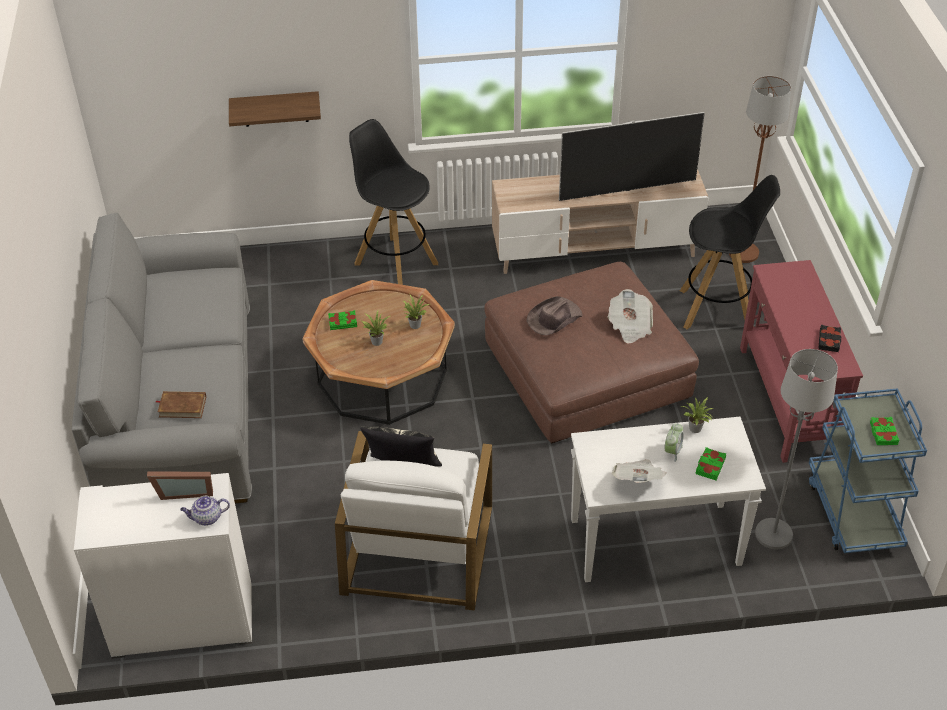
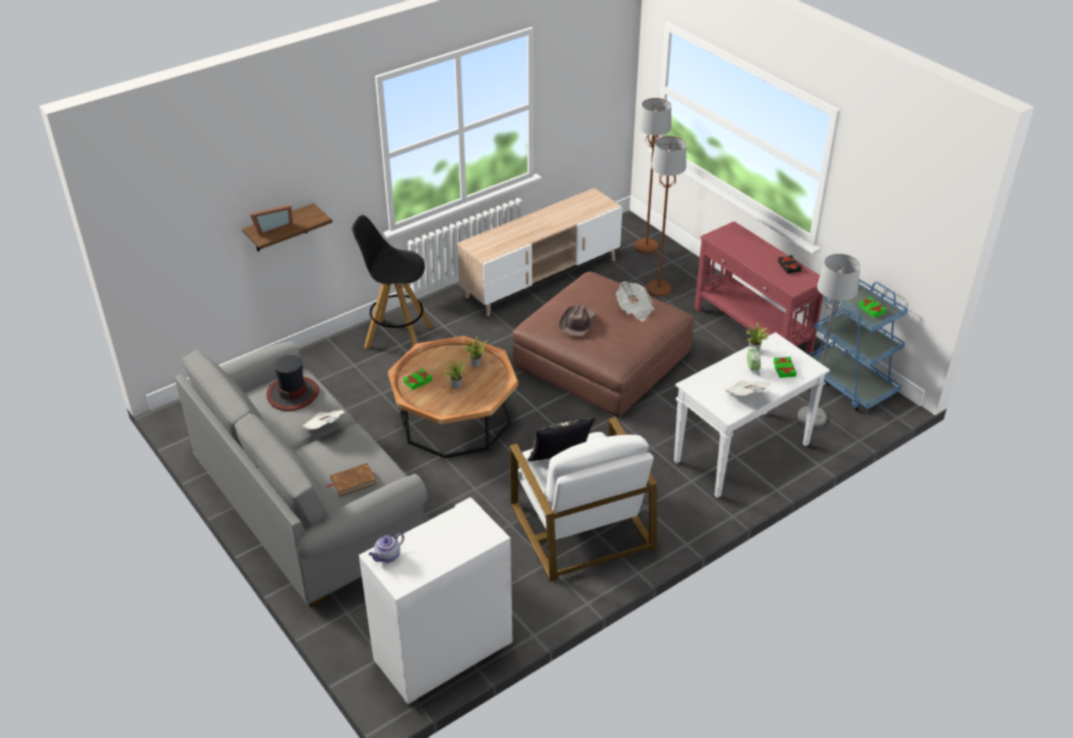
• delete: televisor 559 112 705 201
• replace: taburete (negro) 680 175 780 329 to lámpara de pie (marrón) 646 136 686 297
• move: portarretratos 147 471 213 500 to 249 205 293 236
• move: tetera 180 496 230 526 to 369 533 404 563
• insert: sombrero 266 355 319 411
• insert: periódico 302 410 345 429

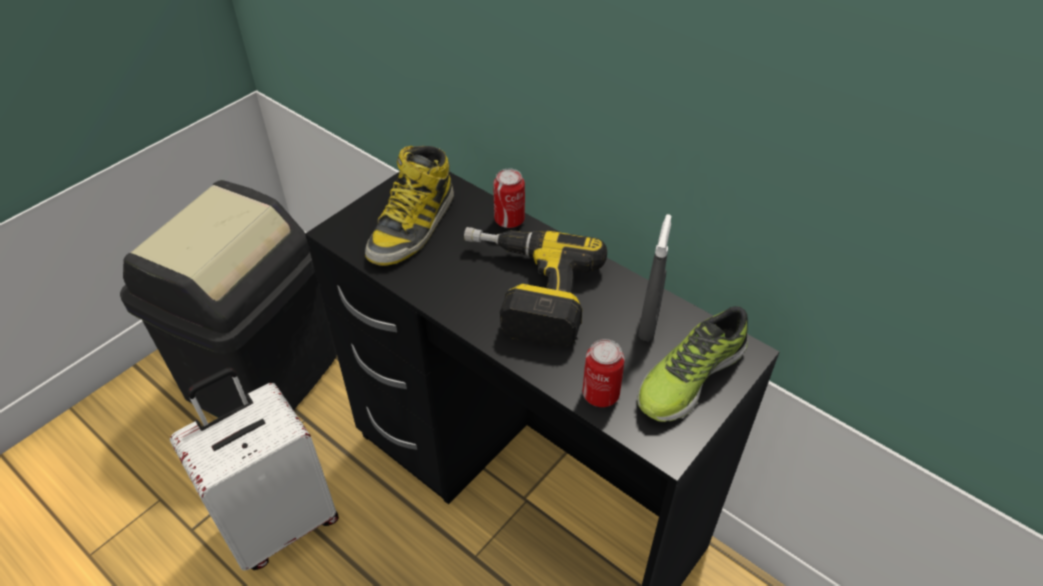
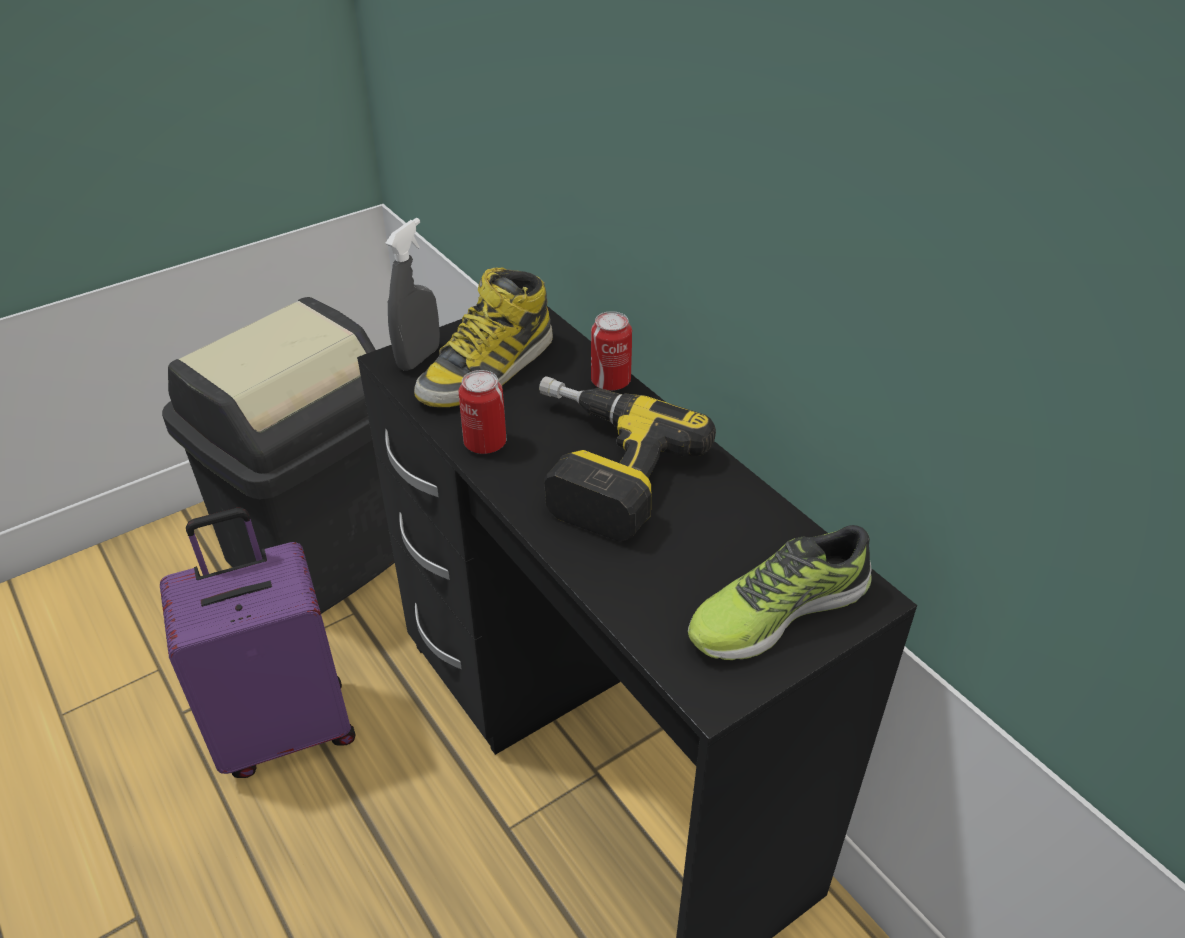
• move: pulverizador (gris) 638 214 671 341 to 385 218 440 371
• move: lata 582 339 625 407 to 459 370 506 454
• recolor: maleta (blanco) 170 367 339 570 to maleta (morado) 160 508 356 778

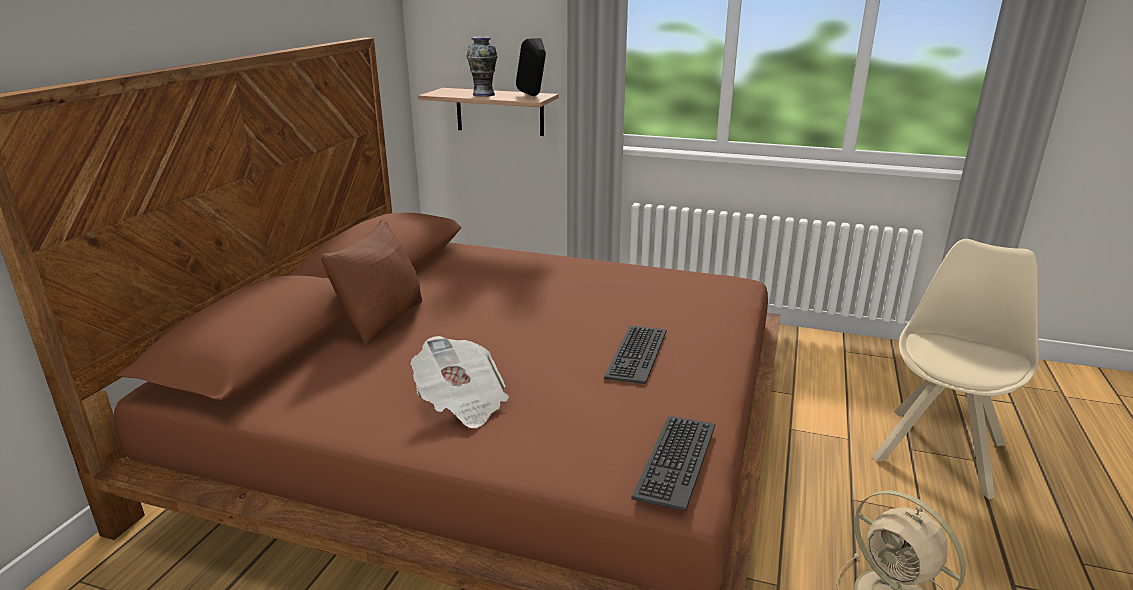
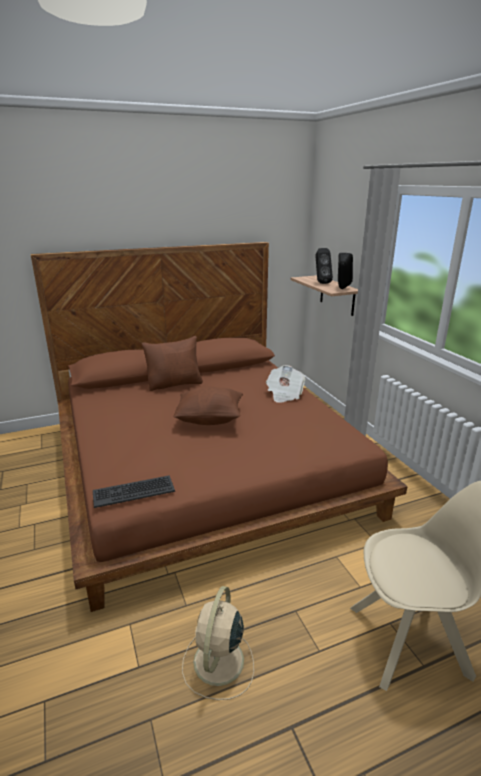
• replace: florero 467 36 498 97 to altavoz (negro) 315 248 333 284
• delete: teclado 604 326 667 384
• move: periódico 411 336 509 428 to 266 365 306 403
• insert: cojín (marrón) 173 387 243 425

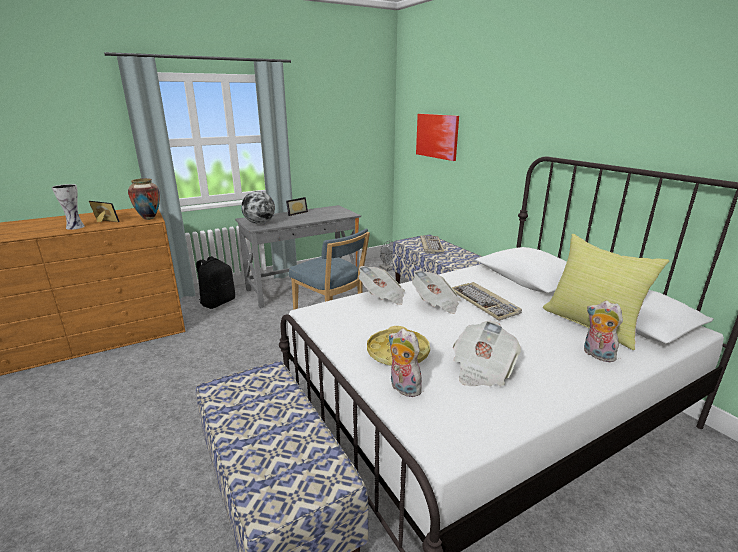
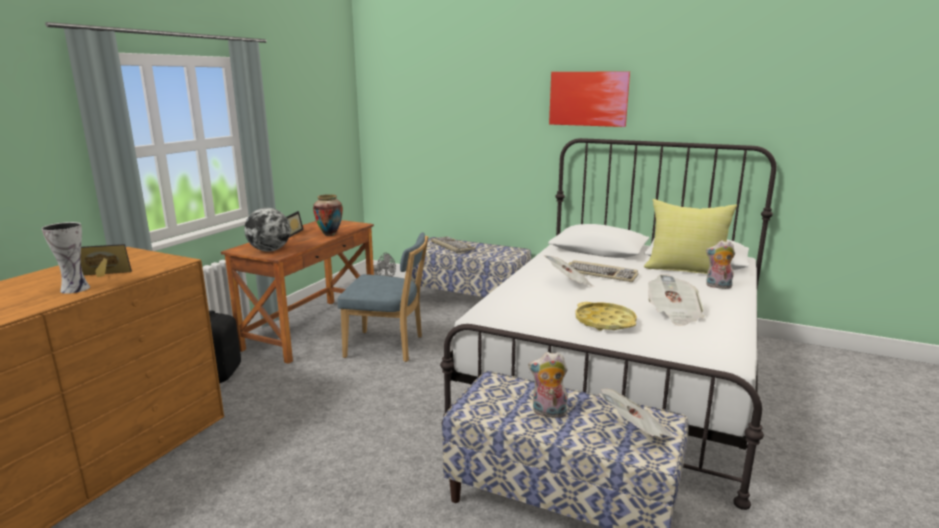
• move: cuadro 416 114 459 161 to 549 71 630 127
• move: florero 128 178 160 220 to 313 194 343 236
• recolor: escritorio (gris) 235 205 361 308 to escritorio (marrón) 221 220 374 364
• move: periódico 359 266 405 305 to 599 389 676 439
• move: peluche 389 328 422 397 to 528 352 568 418

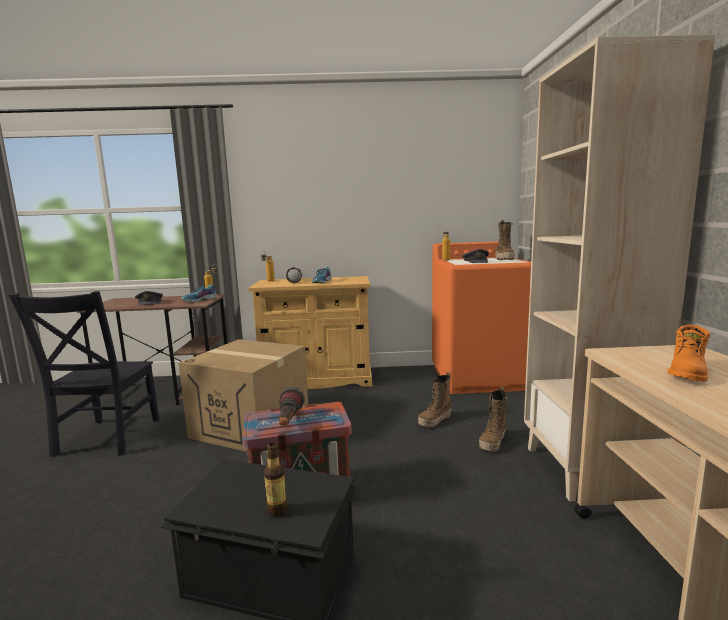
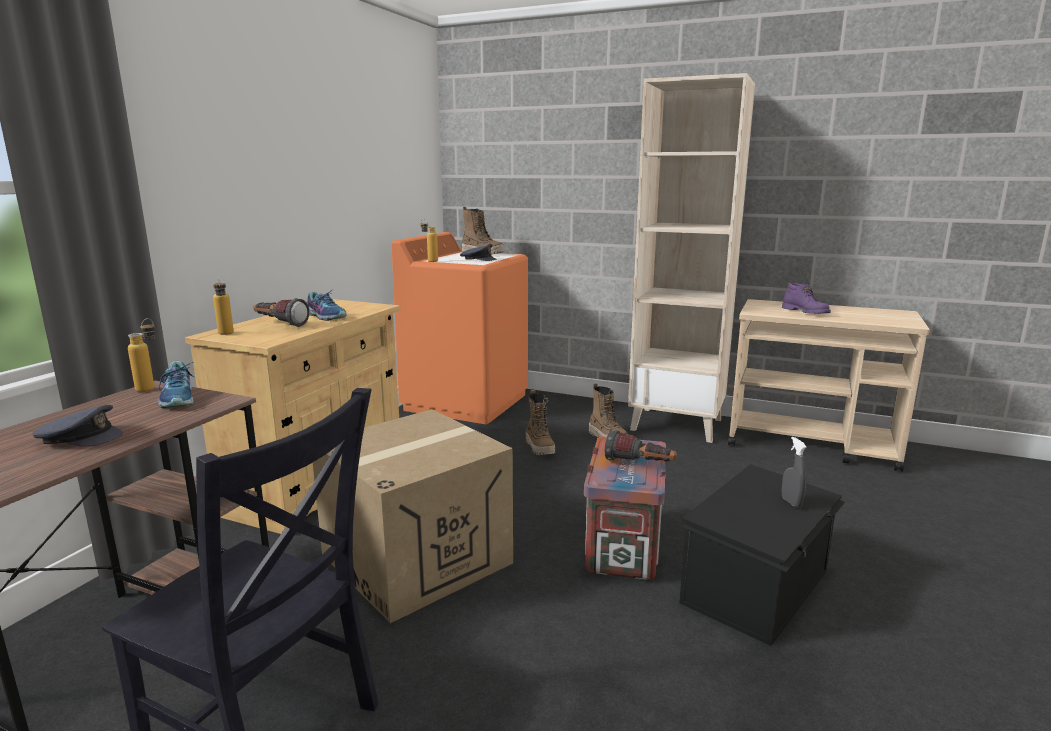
• recolor: bota (naranja) 668 325 710 382 to bota (morado) 782 283 831 314
• replace: botella 264 442 287 516 to pulverizador (gris) 782 437 807 508

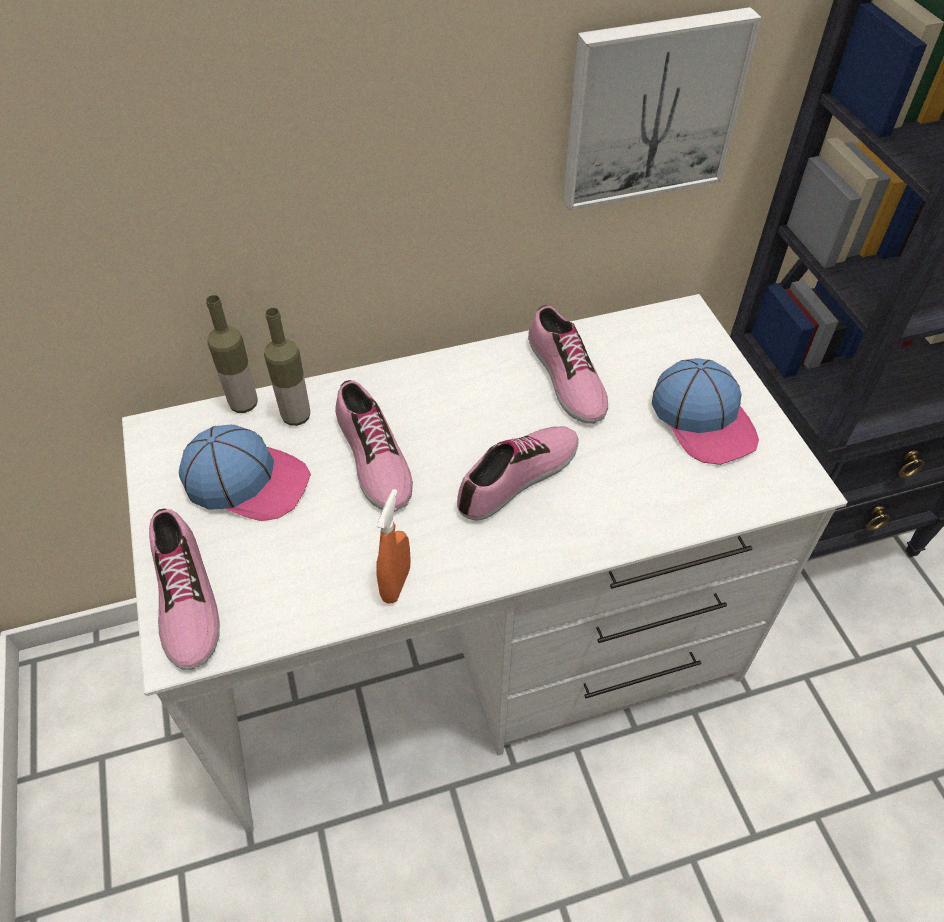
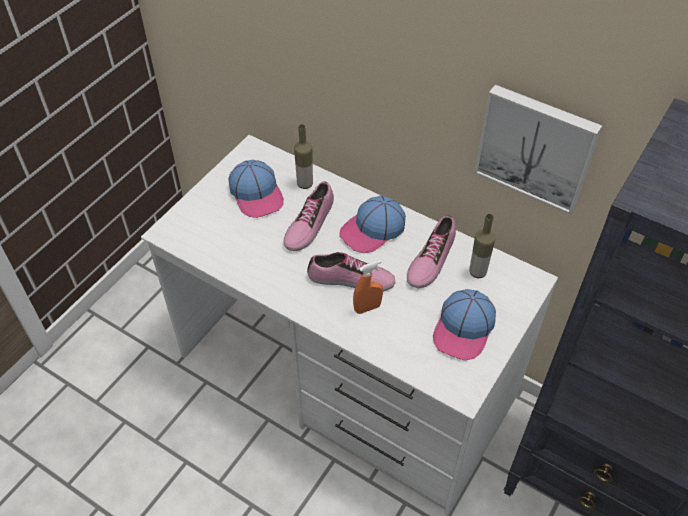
• move: botella 206 295 258 413 to 469 214 496 278
• move: pulverizador (naranja) 376 489 411 604 to 353 260 383 314
• delete: zapato 149 509 220 670
• insert: gorra 339 196 406 253

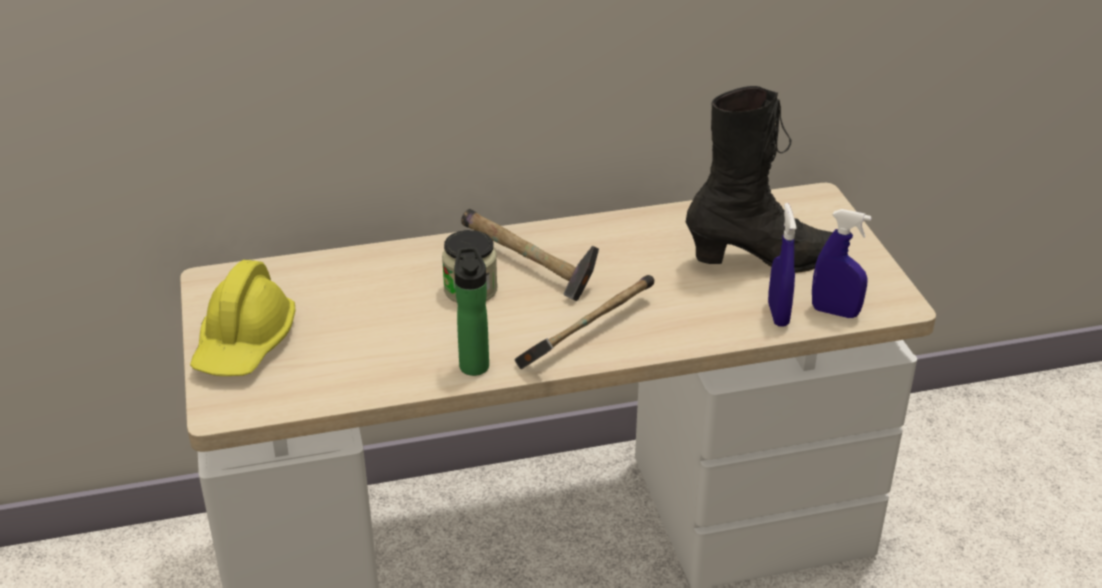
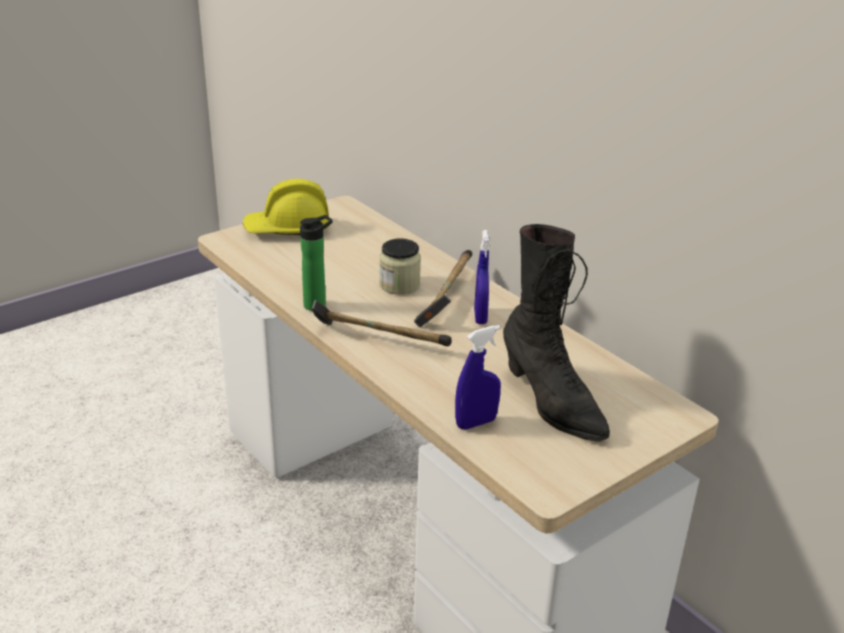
• move: pulverizador (azul) 812 209 872 318 to 474 230 489 324

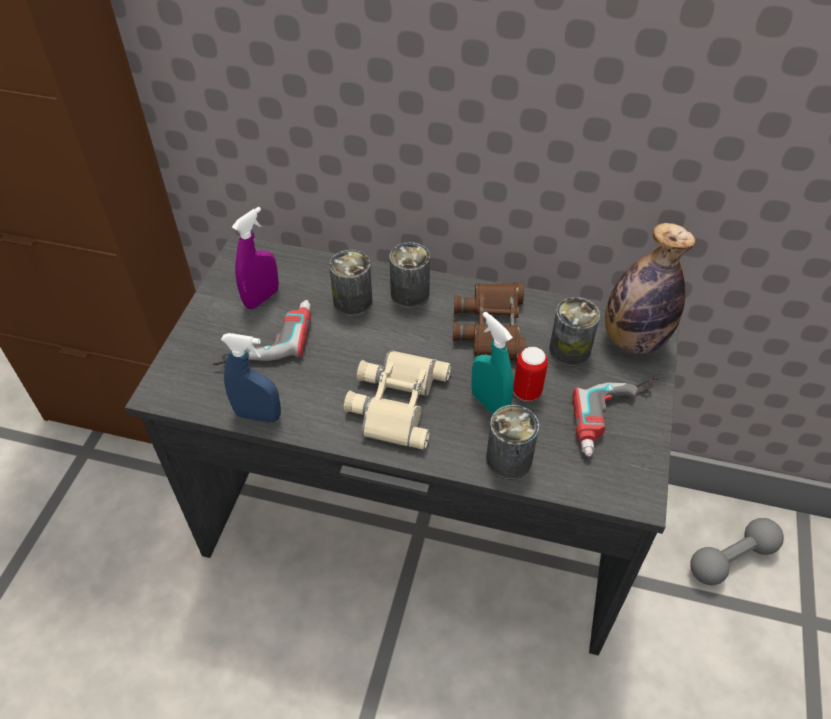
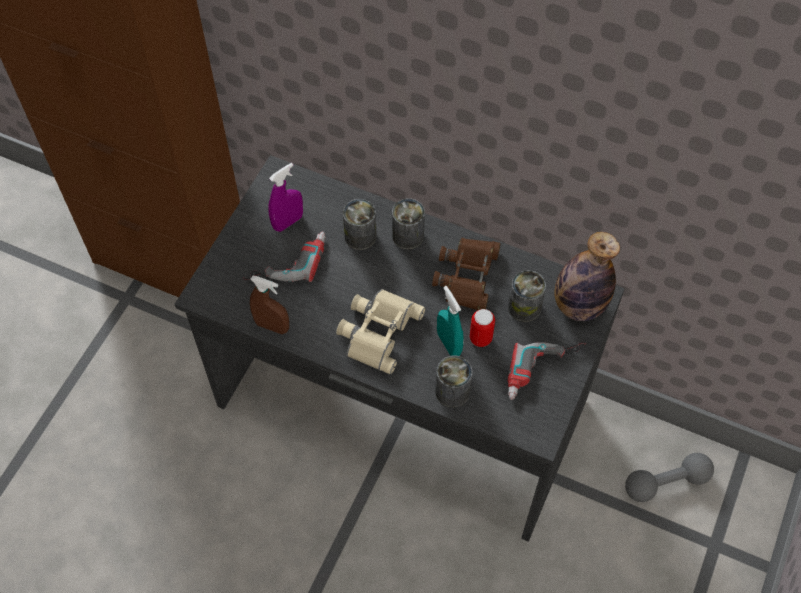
• recolor: pulverizador (azul) 221 333 281 423 to pulverizador (marrón) 250 276 289 334

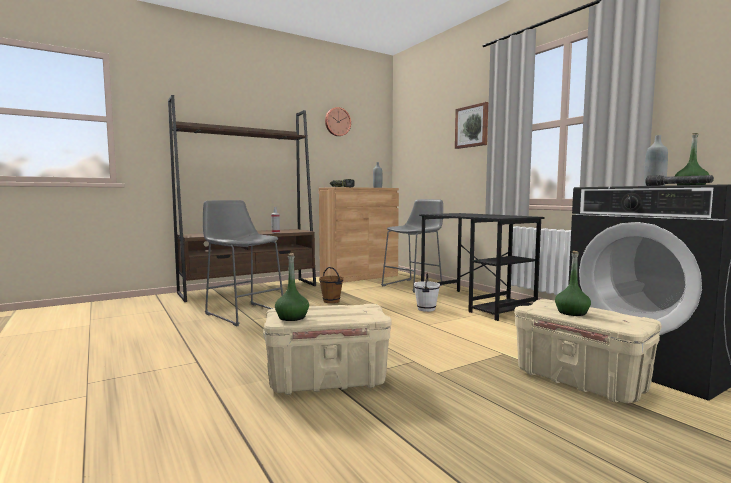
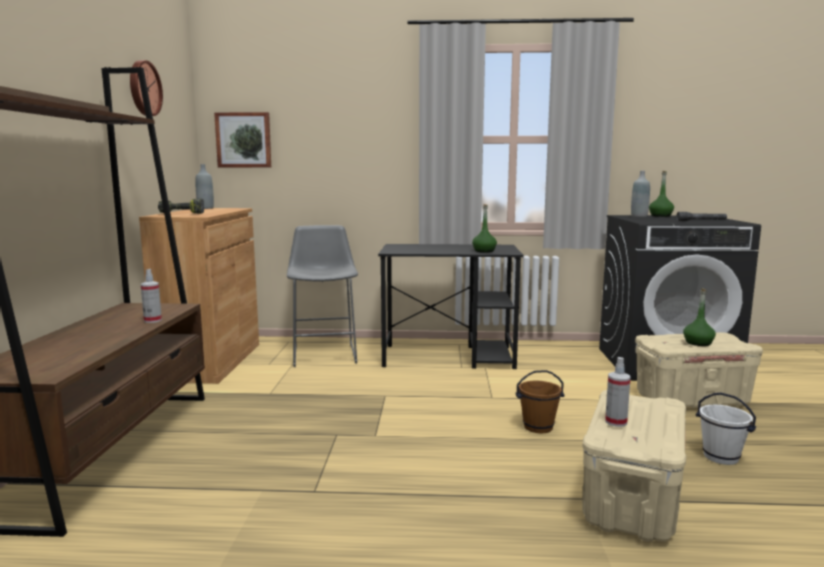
• move: cuadro 455 102 488 149 to 214 112 271 167
• delete: taburete (gris) 203 200 283 326
• move: botella (verde) 275 253 309 321 to 472 204 497 253
• move: cubo (marrón) 319 267 343 303 to 515 370 564 433
• move: cubo (blanco) 414 272 440 312 to 696 393 756 465
• insert: pulverizador 605 357 631 427

